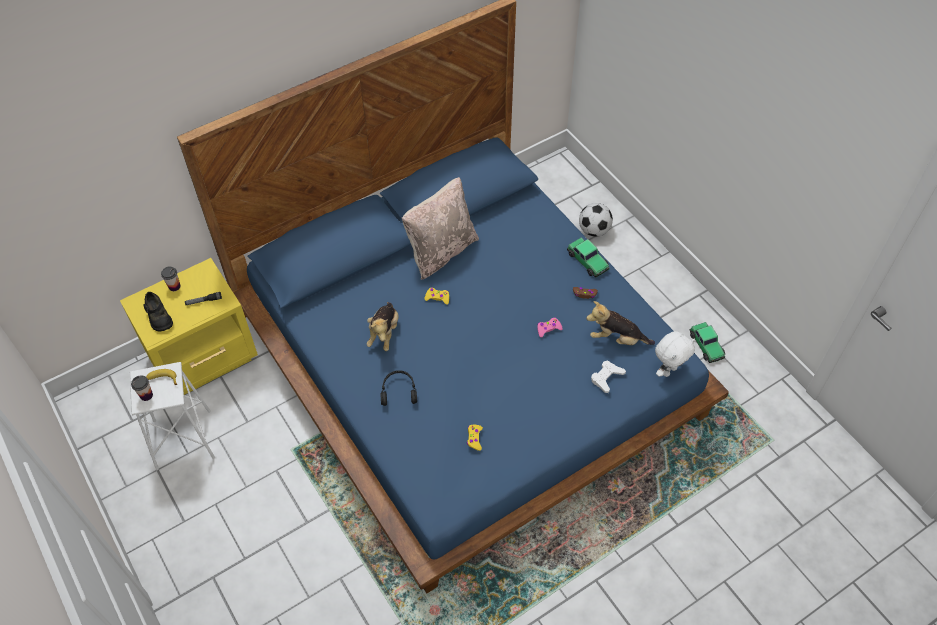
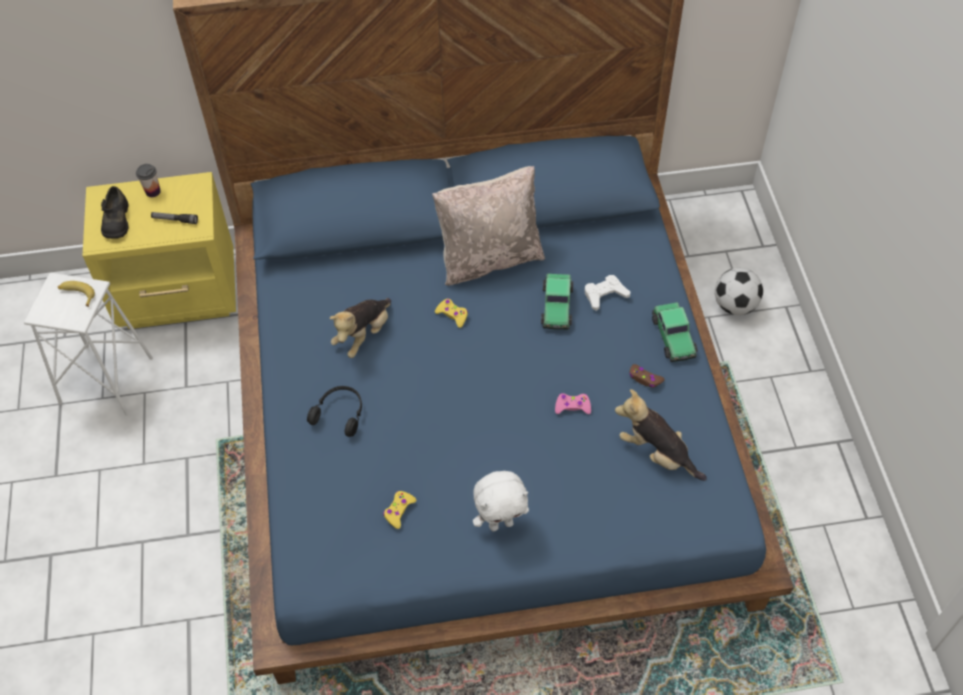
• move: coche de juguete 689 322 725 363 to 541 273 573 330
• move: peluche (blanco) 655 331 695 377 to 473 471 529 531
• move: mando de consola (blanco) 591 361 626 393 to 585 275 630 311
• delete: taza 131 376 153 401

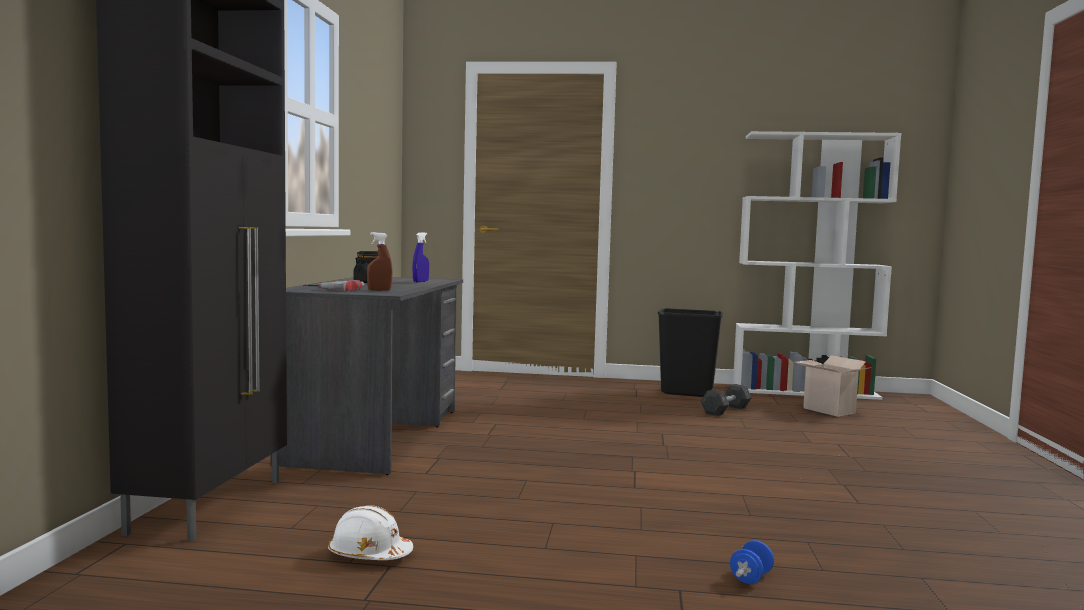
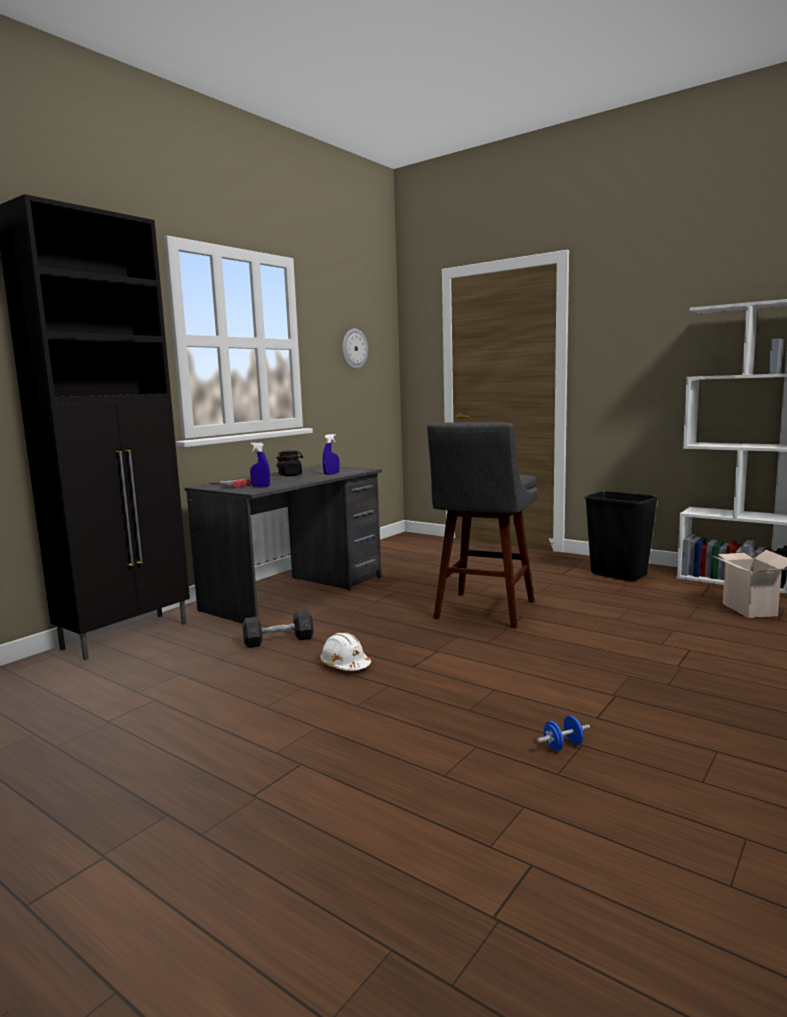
• recolor: pulverizador (marrón) 367 232 393 291 to pulverizador (azul) 250 442 270 487
• move: mancuerna (gris) 701 384 752 416 to 242 610 313 648
• move: casco (blanco) 328 505 413 560 to 320 632 371 671
• move: mancuerna (azul) 730 540 774 584 to 537 716 590 751
• insert: reloj de pared 342 329 368 369
• insert: taburete (gris) 427 422 538 628

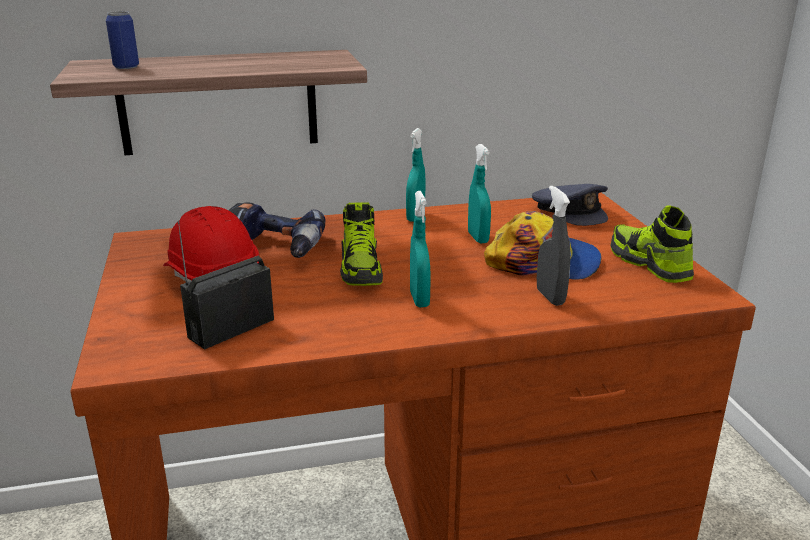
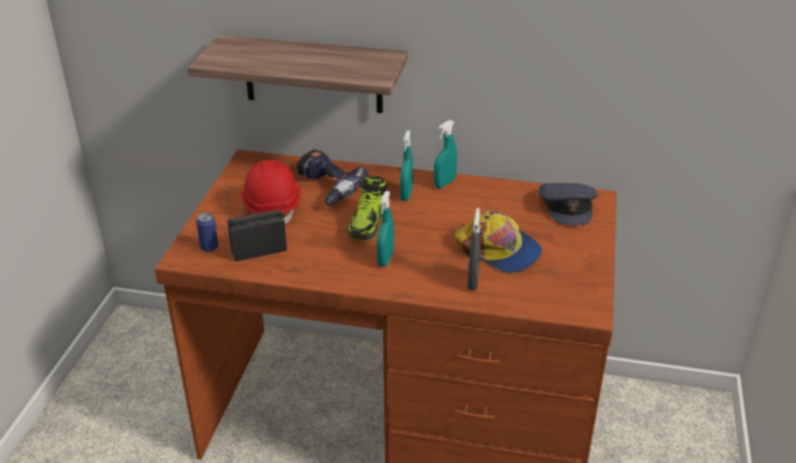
• move: lata 106 11 139 69 to 196 212 218 252
• move: pulverizador (turquesa) 468 144 491 244 to 400 130 413 201
• delete: zapato 611 206 694 283

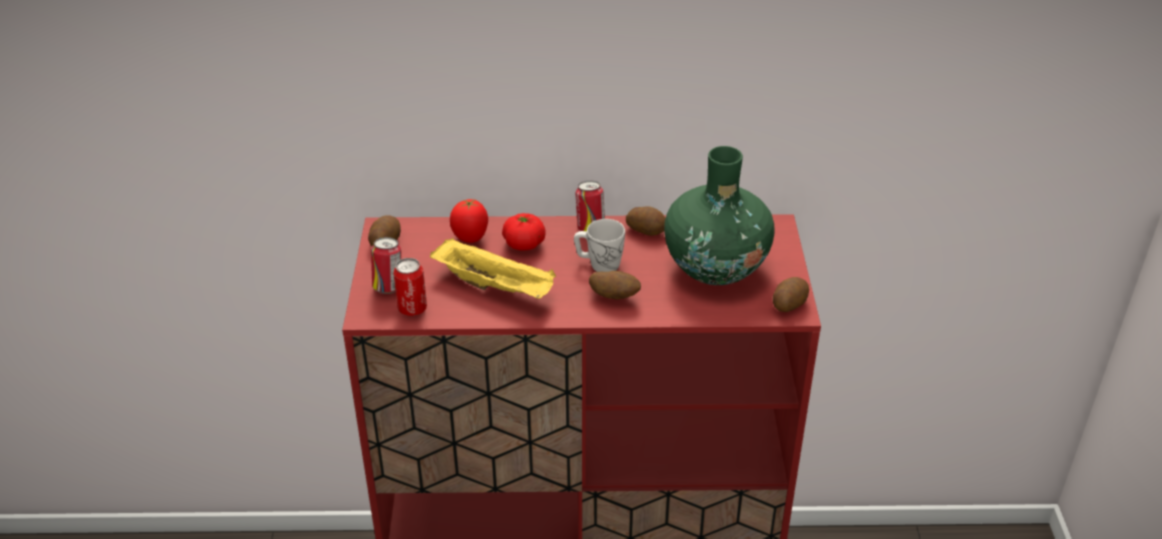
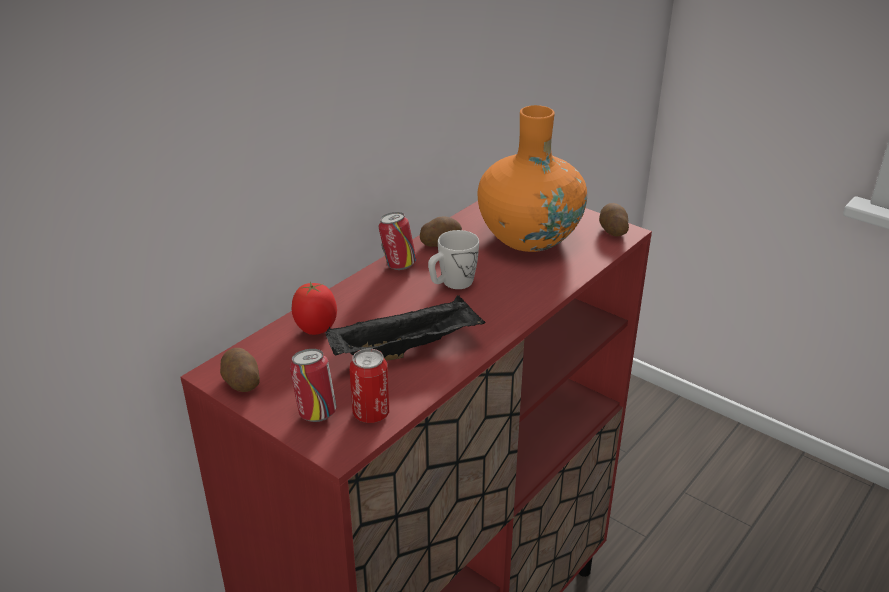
• recolor: florero (verde) 664 146 775 285 to florero (naranja) 478 105 587 252
• delete: tomate 502 213 546 251
• recolor: bandeja (amarillo) 430 238 556 299 to bandeja (negro) 325 295 485 360
• delete: patata 589 271 641 299

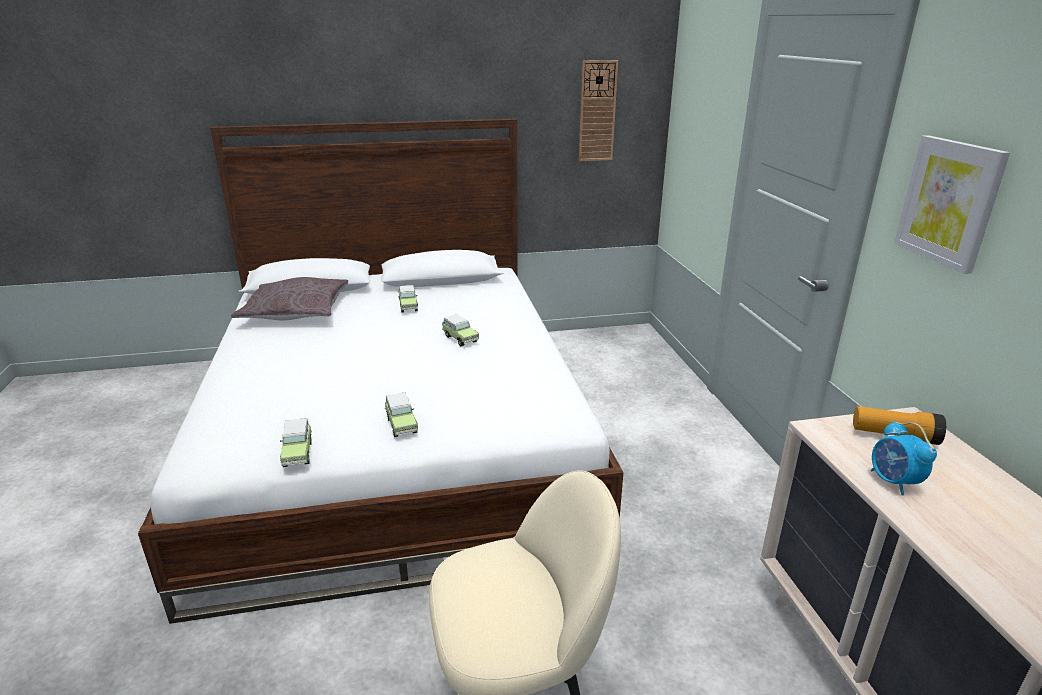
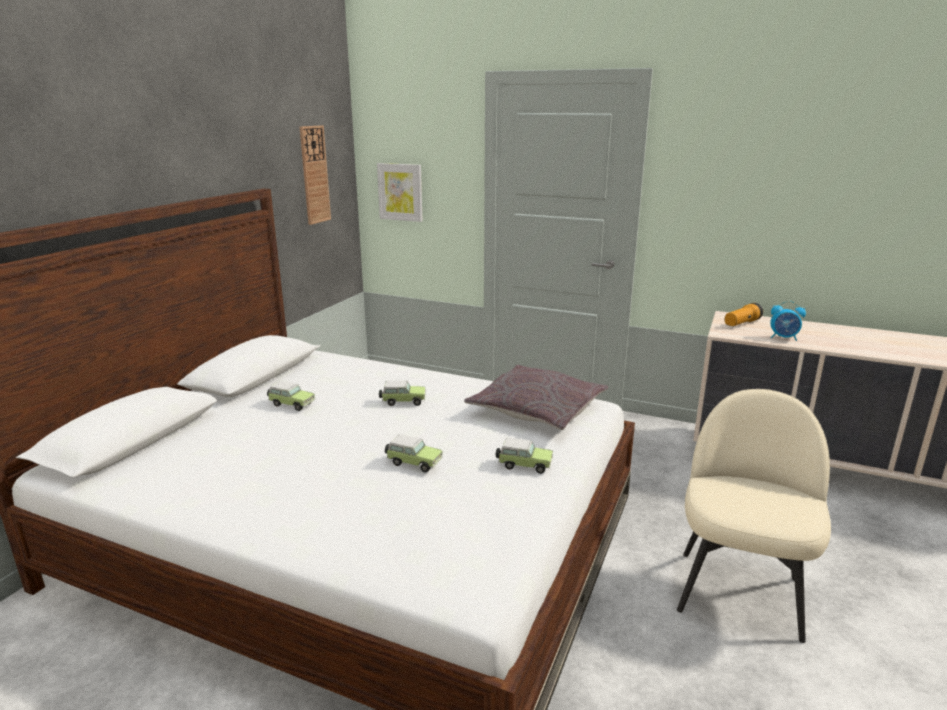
• move: cuadro 894 135 1010 274 to 377 163 423 222
• move: cojín (gris) 231 277 348 320 to 464 365 608 430
• move: coche de juguete 280 418 312 467 to 385 434 443 472

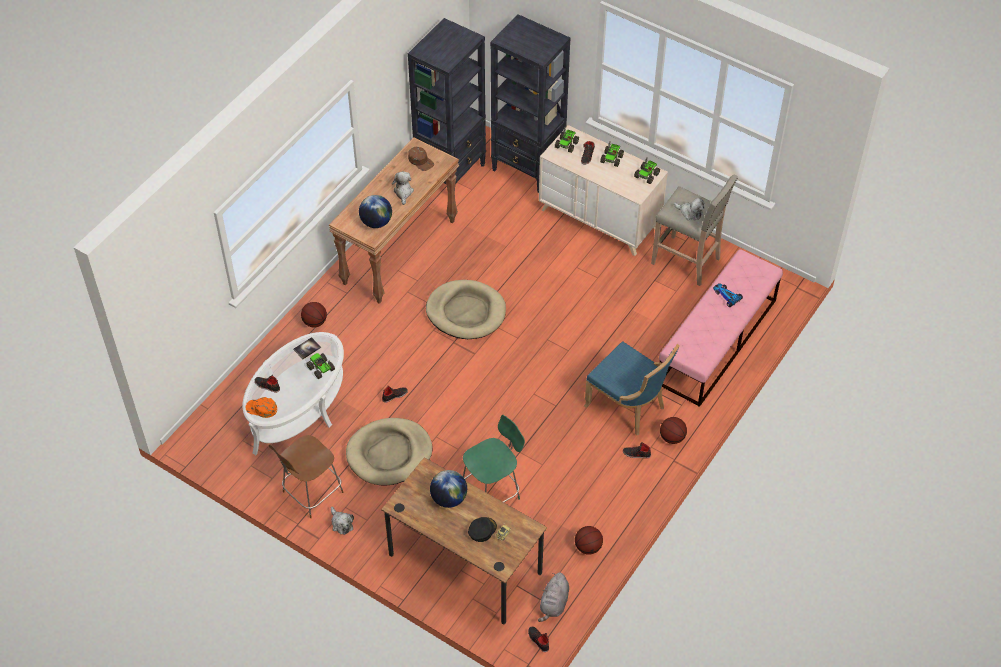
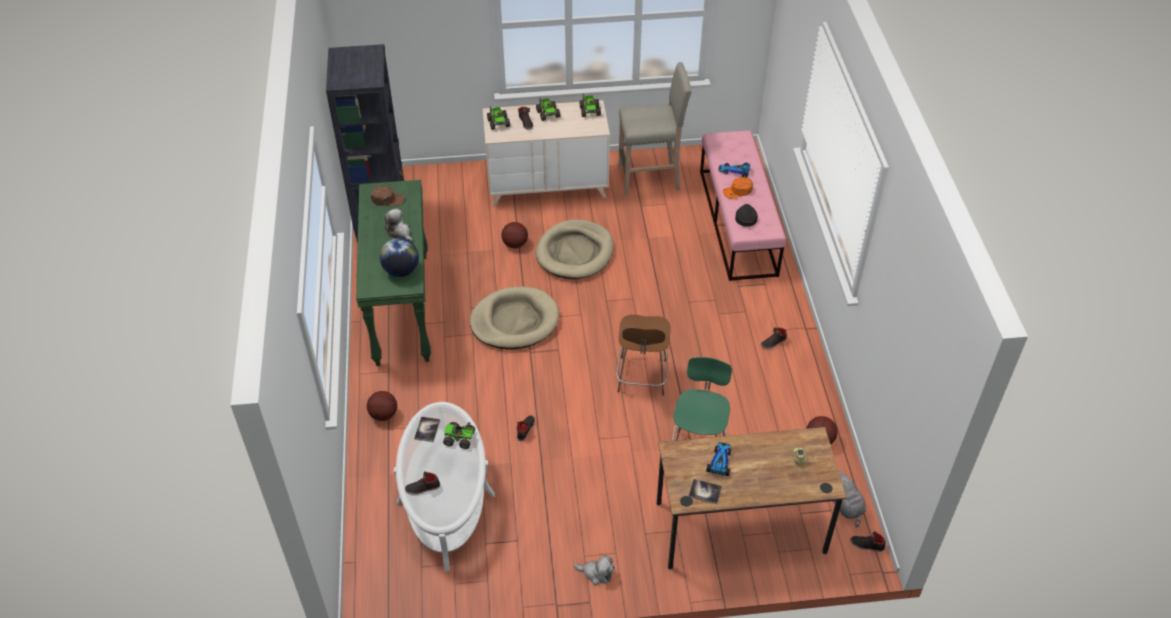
• delete: estantería (negro) 490 14 570 193
• recolor: mesa consola (marrón) 329 137 459 304 to mesa consola (verde) 356 180 431 366
• delete: peluche 674 198 705 220
• delete: silla (azul) 584 342 680 435
• move: gorra (naranja) 245 397 277 418 to 723 177 753 199
• move: balón de baloncesto 660 417 687 444 to 501 222 528 248
• move: cama para perro (beis) 346 418 432 486 to 536 219 614 279
• move: silla (marrón) 269 435 344 518 to 616 314 670 396
• replace: globo terráqueo 430 470 467 508 to coche de juguete 706 442 731 476
• move: gorra (negro) 468 517 497 542 to 735 204 758 227
• insert: libro 688 479 722 504

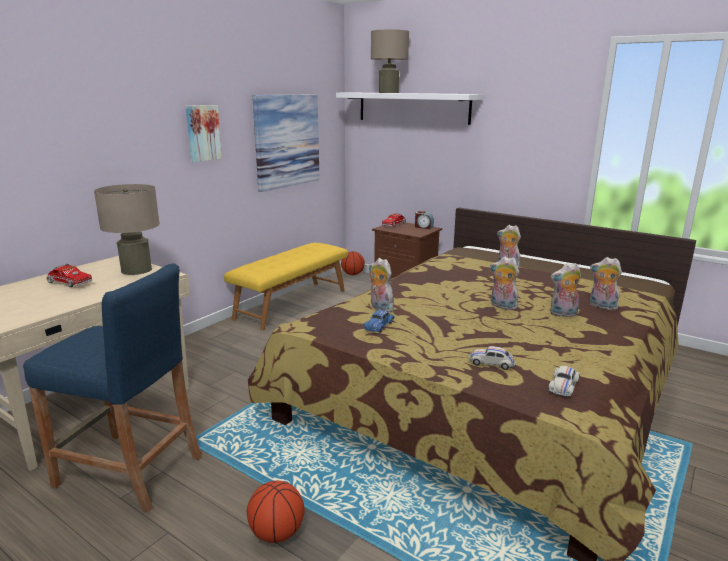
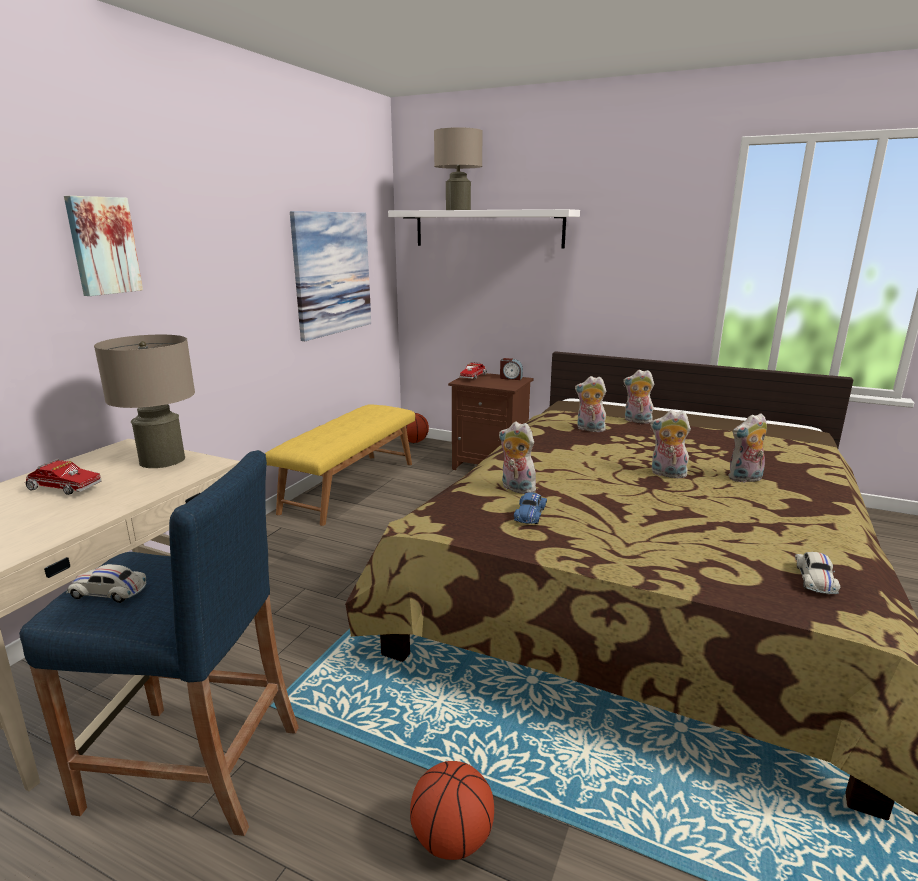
• move: cuadro 186 105 222 162 to 64 196 143 296
• move: peluche 590 257 622 310 to 575 376 607 432
• move: coche de juguete (blanco) 469 346 515 370 to 66 564 146 603

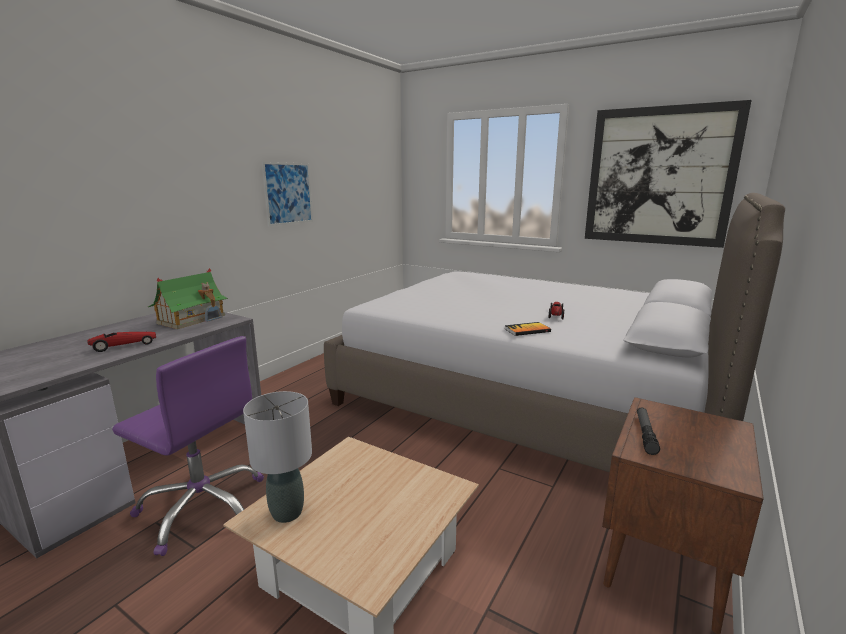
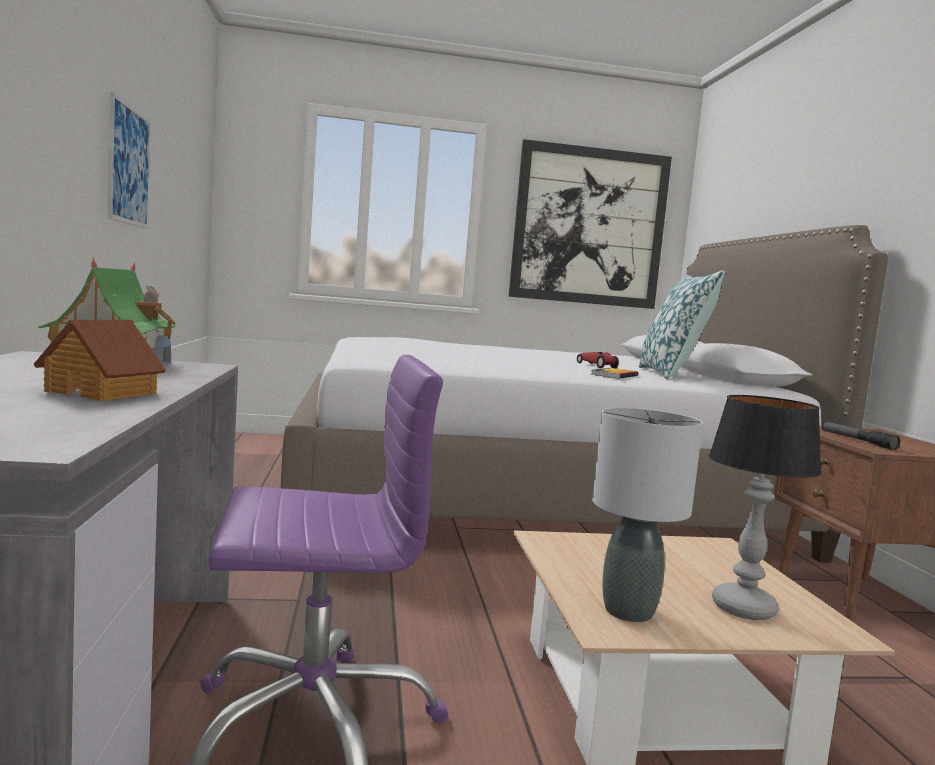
• replace: coche de juguete 87 332 156 352 to casita 33 320 166 401
• insert: cojín 639 270 725 380
• insert: lámpara de mesa 709 395 822 620

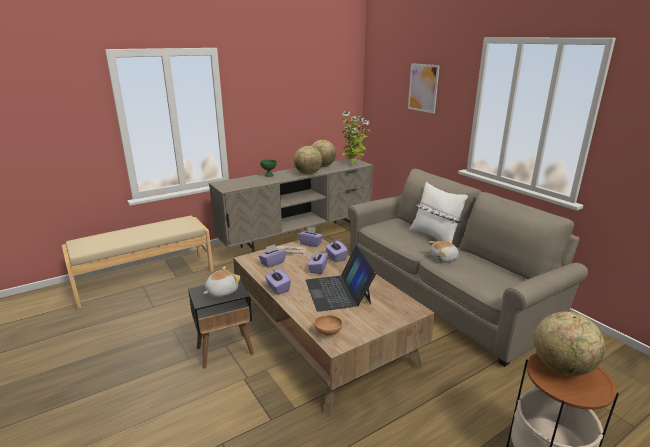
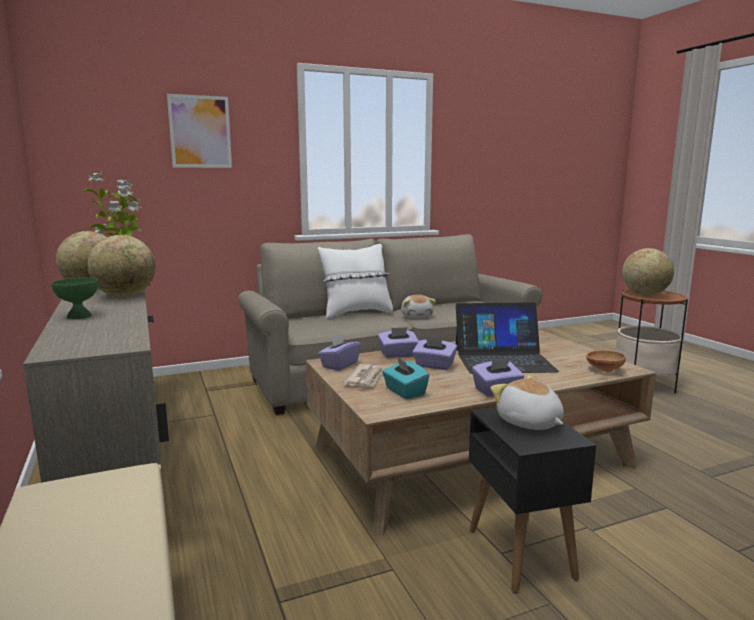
• recolor: caja de pañuelos (morado) 259 244 286 268 to caja de pañuelos (turquesa) 382 357 429 399

